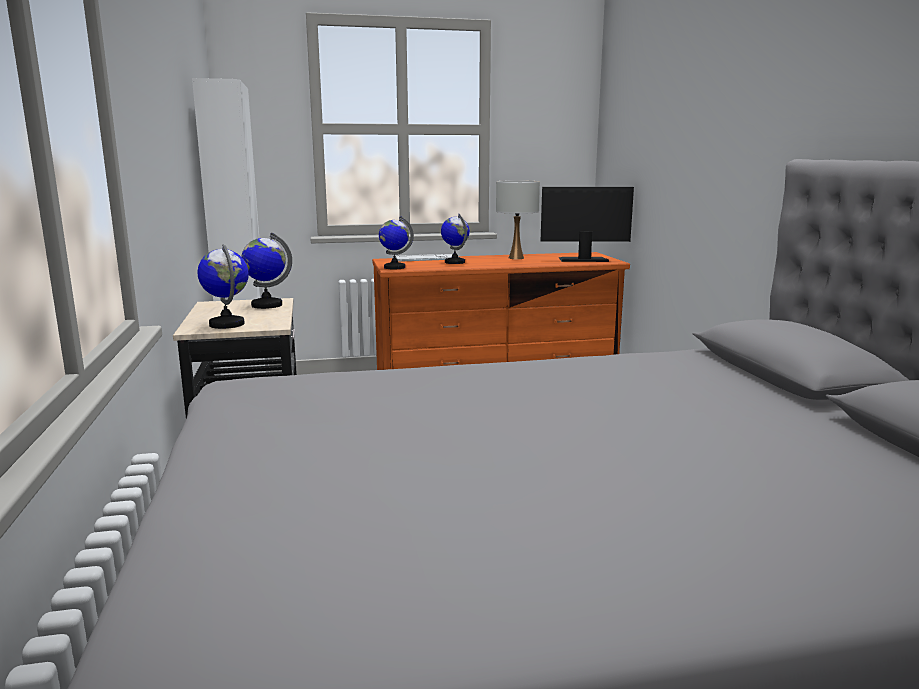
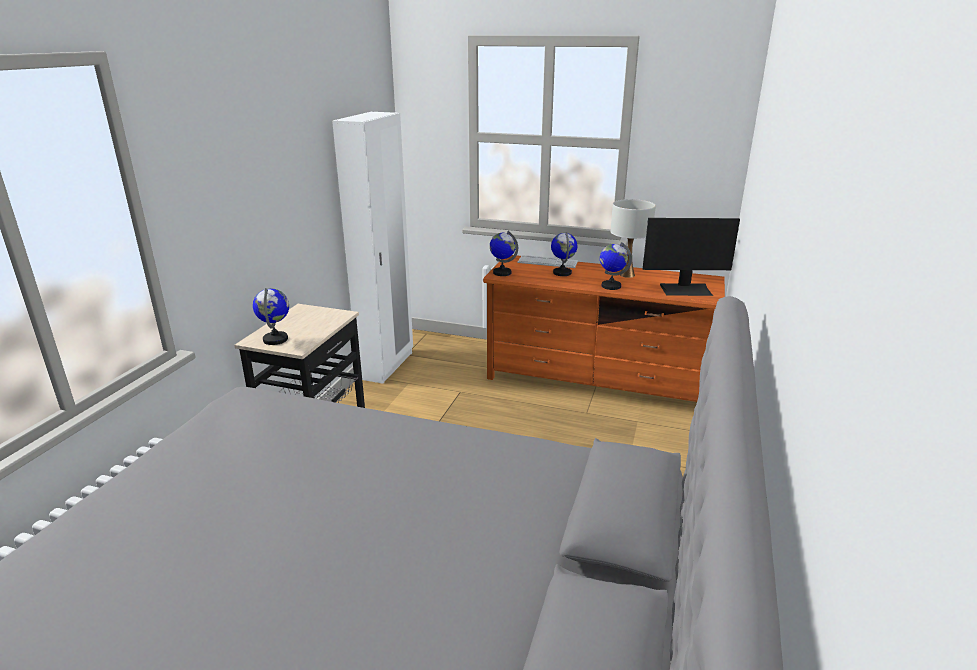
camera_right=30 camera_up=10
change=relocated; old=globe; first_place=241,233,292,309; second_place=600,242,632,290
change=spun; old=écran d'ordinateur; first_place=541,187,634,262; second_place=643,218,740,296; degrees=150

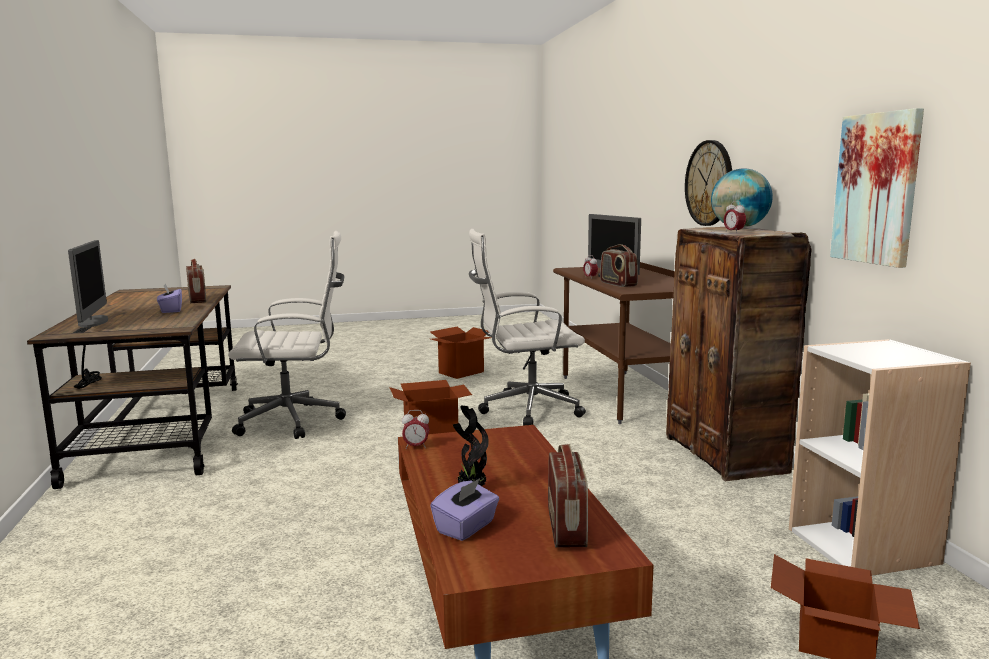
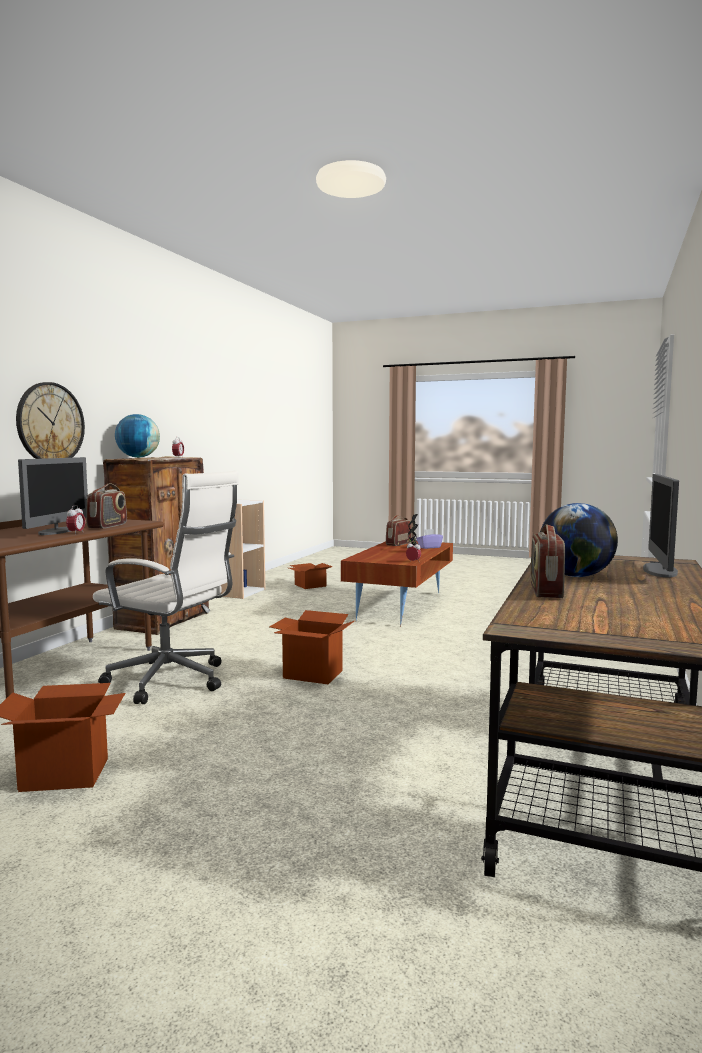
camera_right=-145 camera_up=-5
change=exchanged; old=boîte à mouchoirs/violet; new=globe; first_place=157,283,182,313; second_place=540,503,618,577
change=missing; old=chaise de bureau/blanc; first_place=228,231,346,439
change=missing; old=tableau; first_place=830,108,924,268

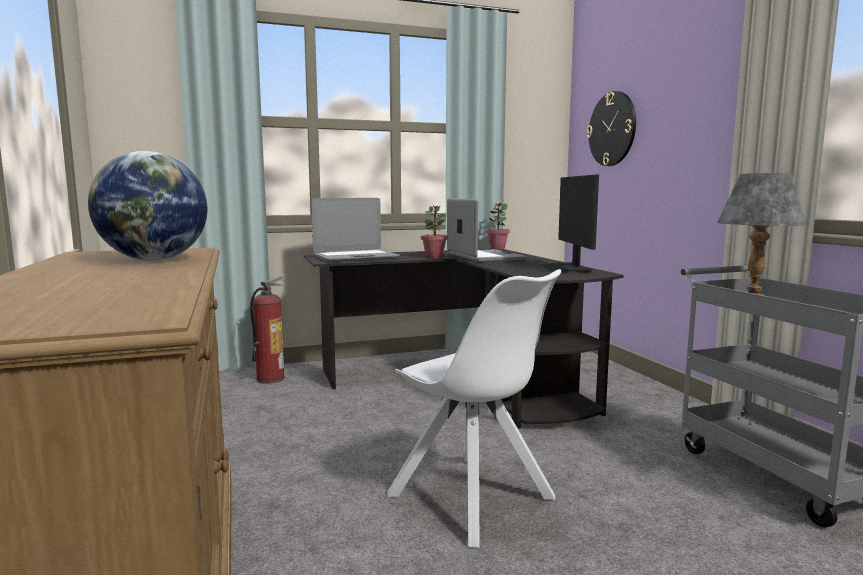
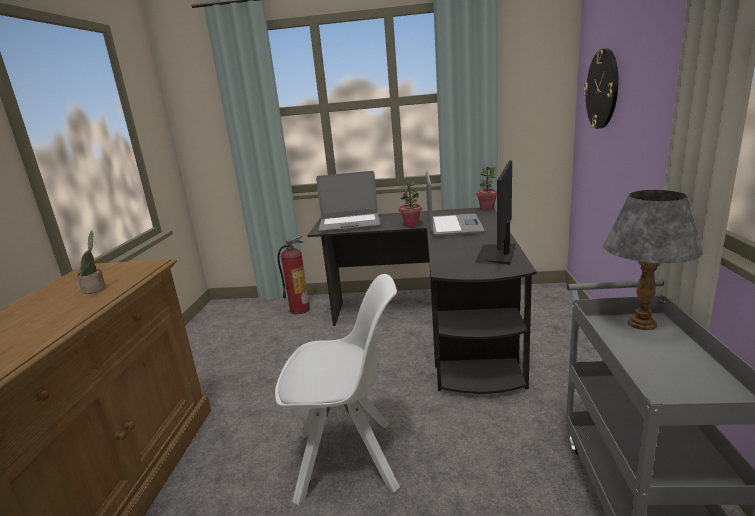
camera_right=25 camera_up=10
change=exchanged; old=globe; new=plante en pot; first_place=88,151,207,261; second_place=77,231,106,294
change=spun; old=chaise/blanc; first_place=388,269,561,548; second_place=275,274,400,505; degrees=-75

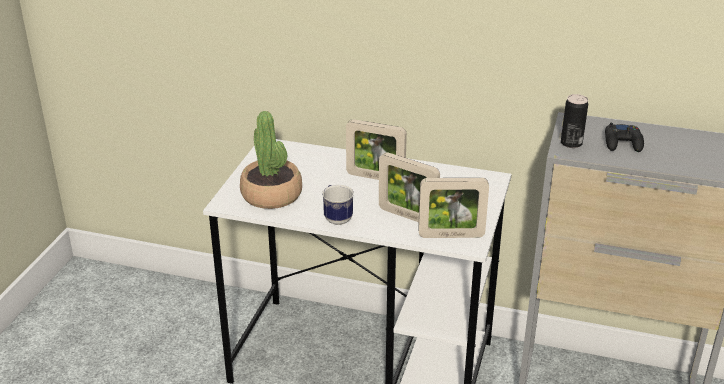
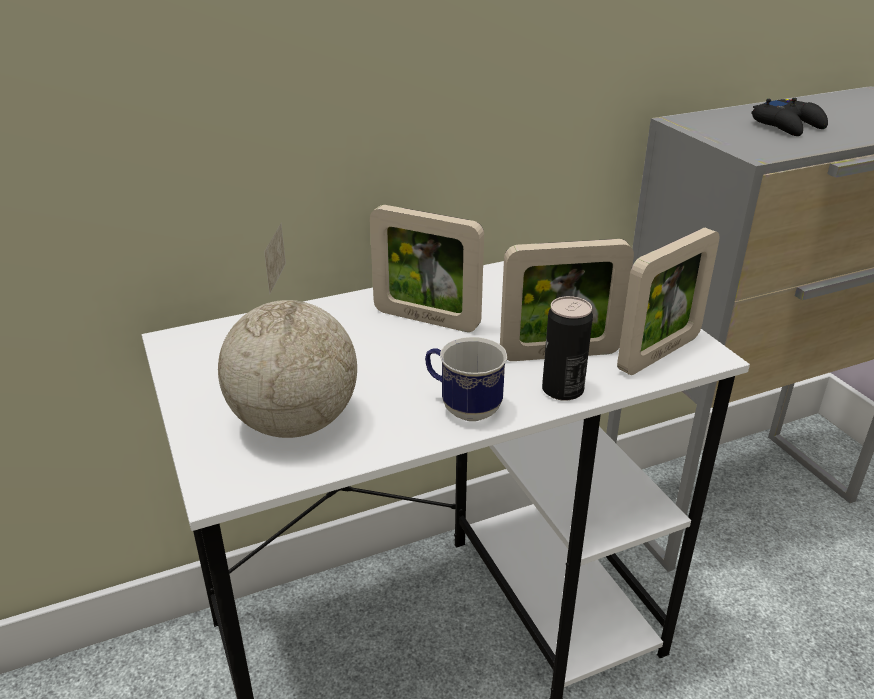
camera_right=-40 camera_up=0
change=exchanged; old=plante en pot; new=globe; first_place=240,111,302,209; second_place=218,224,357,438
change=spun; old=cadre photo; first_place=346,119,407,180; second_place=370,205,484,332; degrees=45
change=relocated; old=boîte métallique; first_place=561,94,588,148; second_place=542,296,593,401

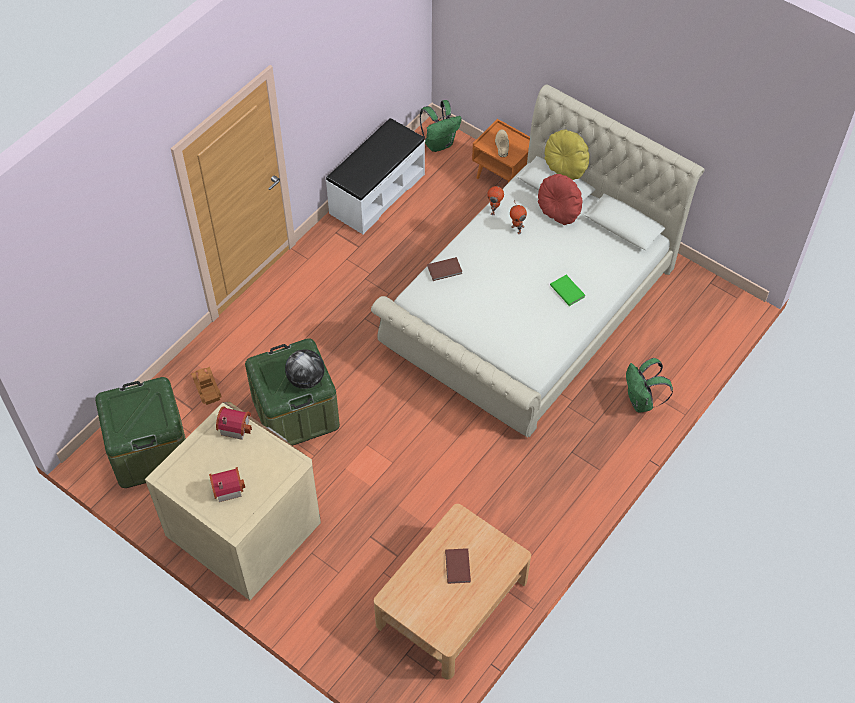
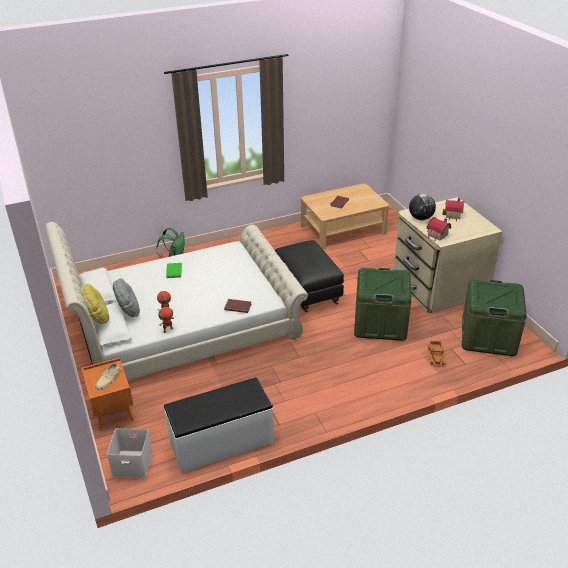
camera_right=-150 camera_up=-20
change=exchanged; old=sac à dos/vert; new=boîte de rangement/blanc; first_place=420,100,462,152; second_place=107,428,153,479
change=colour; old=coussin/rouge; new=coussin/gris; first_place=538,174,582,225; second_place=113,278,140,317
change=appeared; new=pouf/noir; second_place=275,240,344,313
change=relocated; old=globe; first_place=285,349,324,389; second_place=409,194,436,220

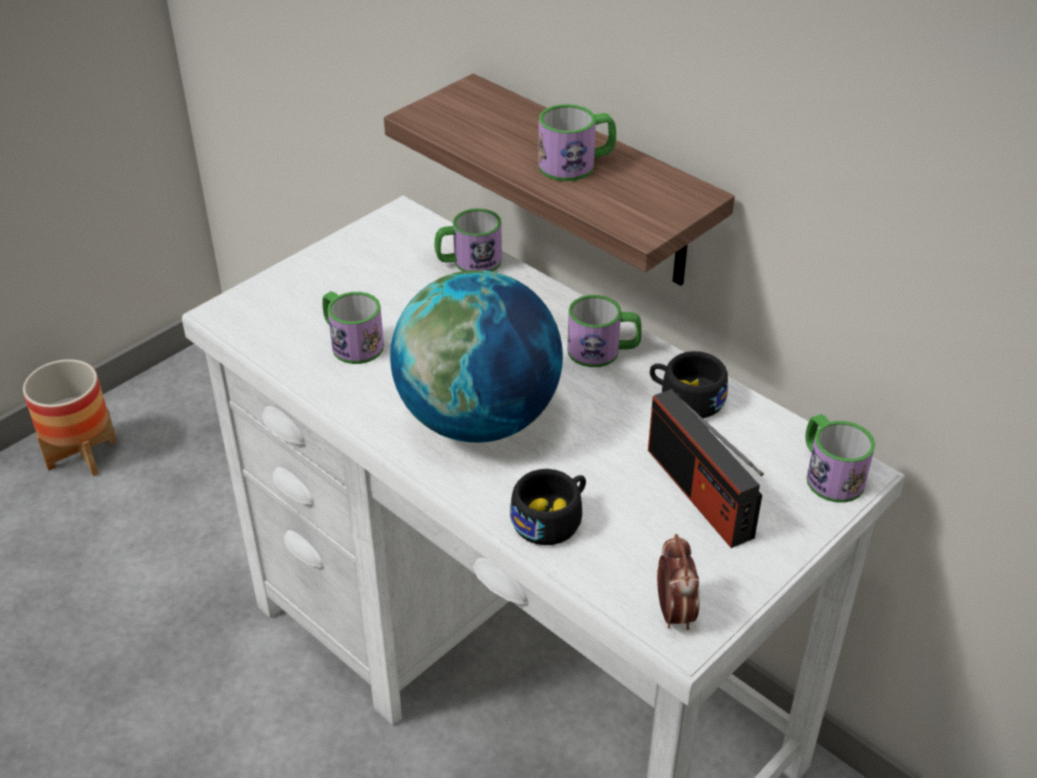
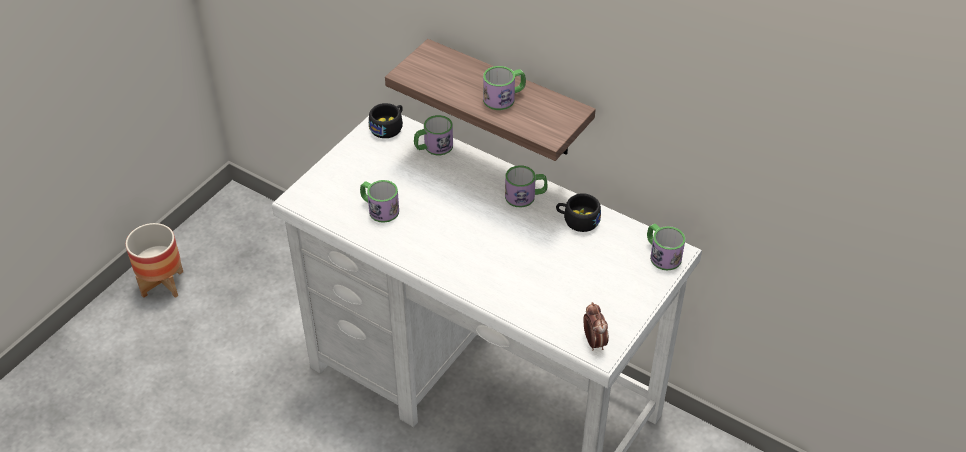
camera_right=-10 camera_up=5
change=relocated; old=tasse/noir; first_place=510,469,586,545; second_place=369,103,403,138
change=missing; old=globe; first_place=390,270,563,443
change=missing; old=radio; first_place=648,389,764,548

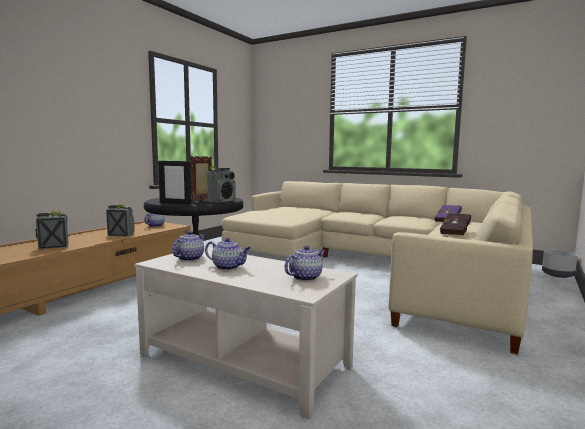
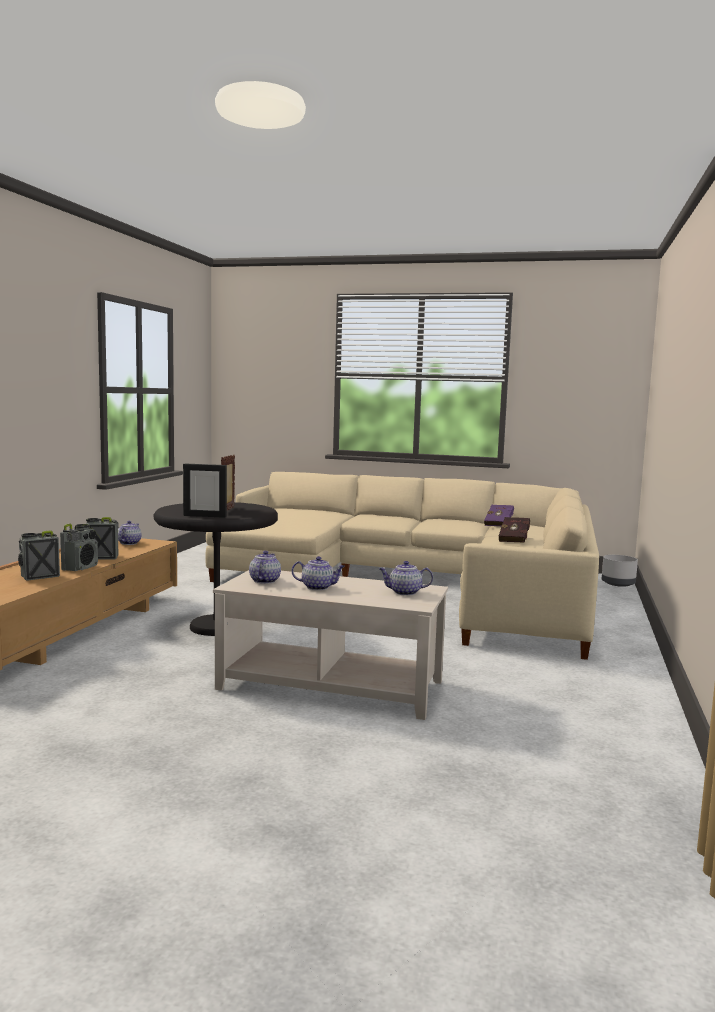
camera_right=-15 camera_up=0
change=relocated; old=radio; first_place=207,166,236,203; second_place=60,524,98,571
change=spun; old=théière; first_place=284,245,325,281; second_place=379,561,433,596; degrees=-120

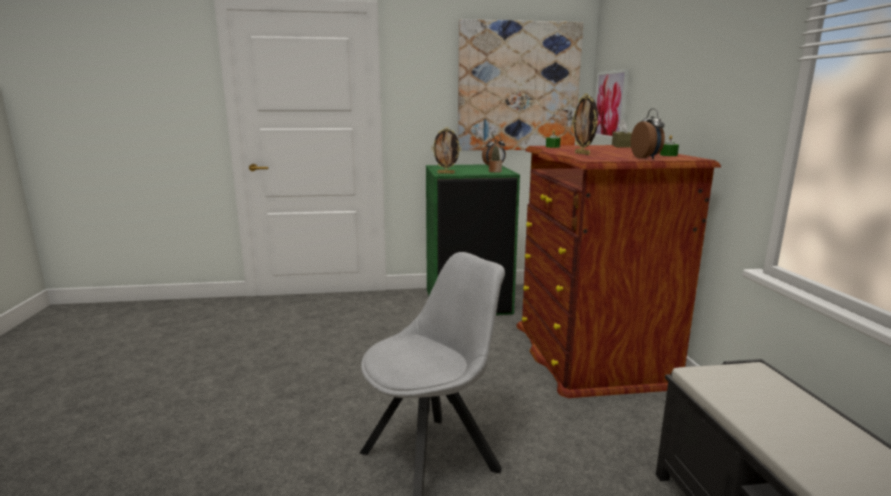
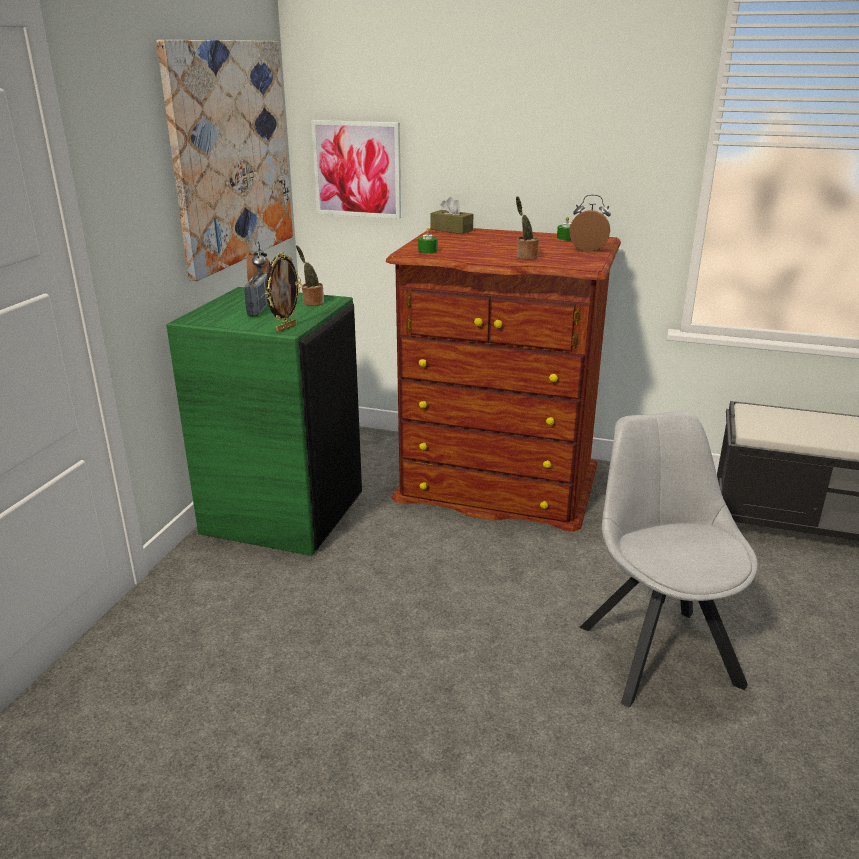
camera_right=-65 camera_up=10
change=appeared; new=radio; second_place=244,272,268,316
change=exchanged; old=cadre photo; new=plante en pot; first_place=572,93,598,155; second_place=516,196,539,260

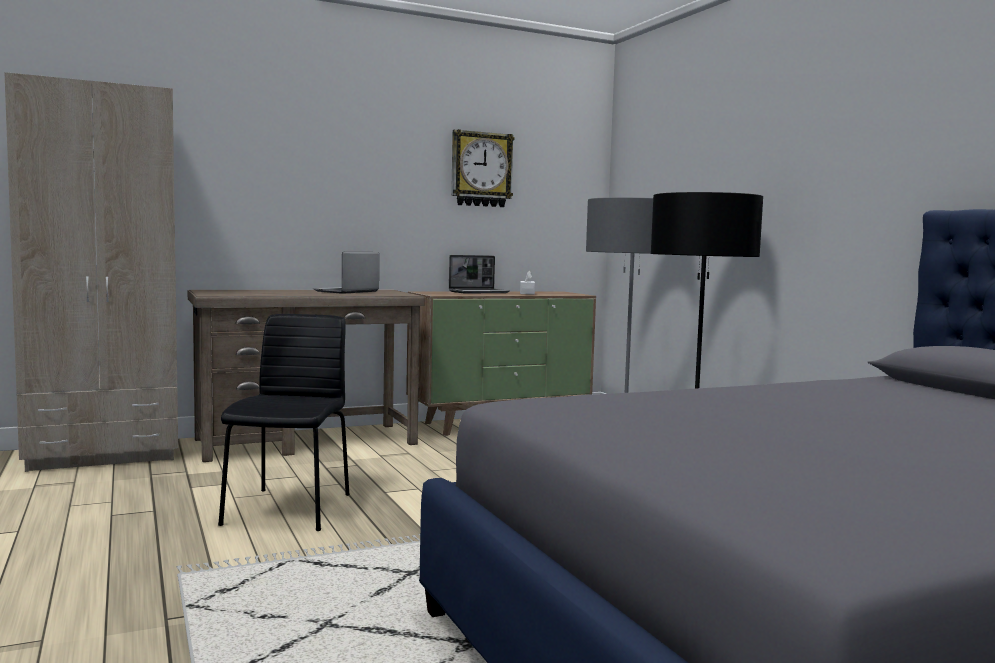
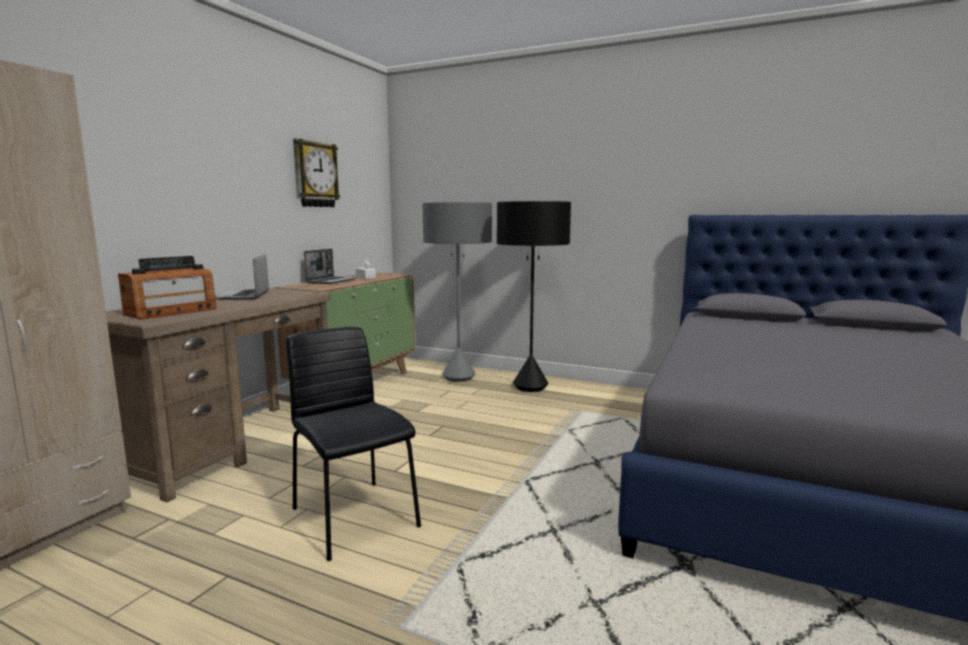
camera_right=-40 camera_up=5
change=appeared; new=radio; second_place=118,256,217,319

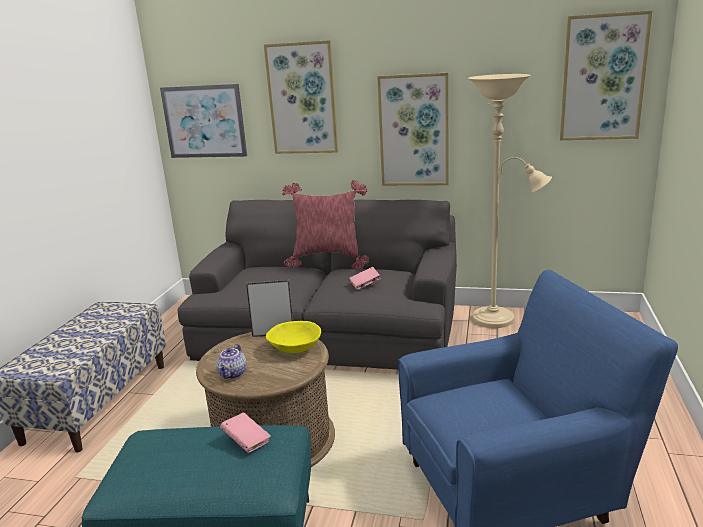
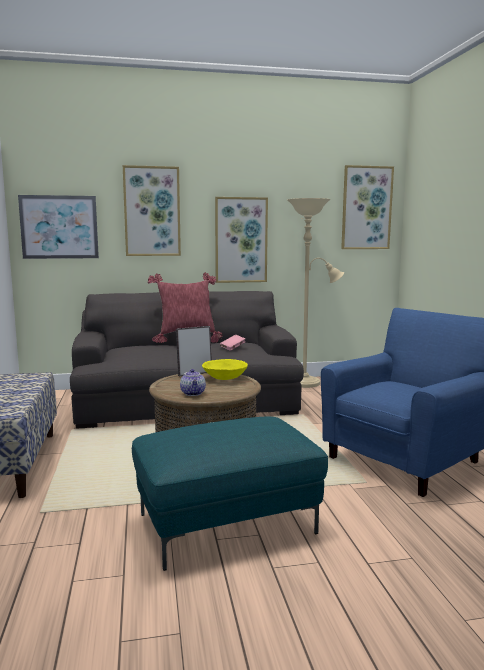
camera_right=-25 camera_up=-10
change=missing; old=livre/rose; first_place=220,412,271,453

